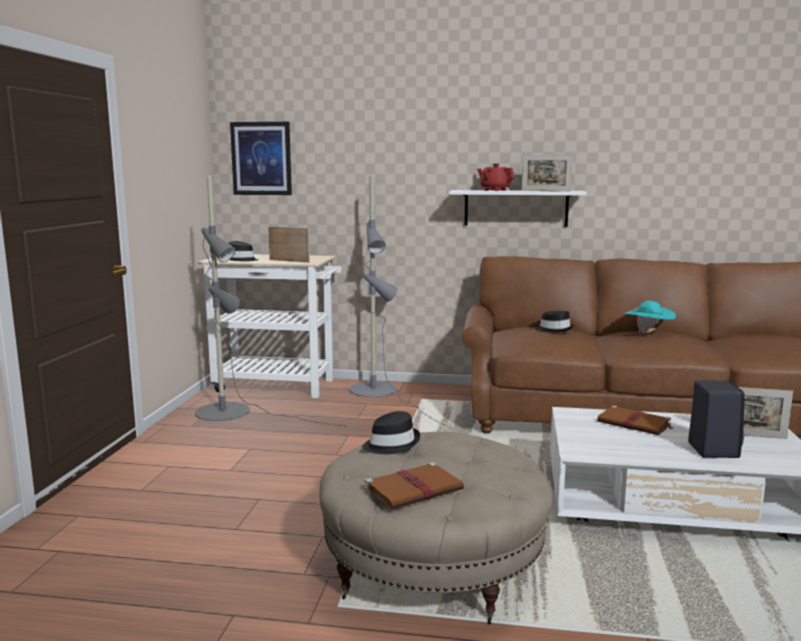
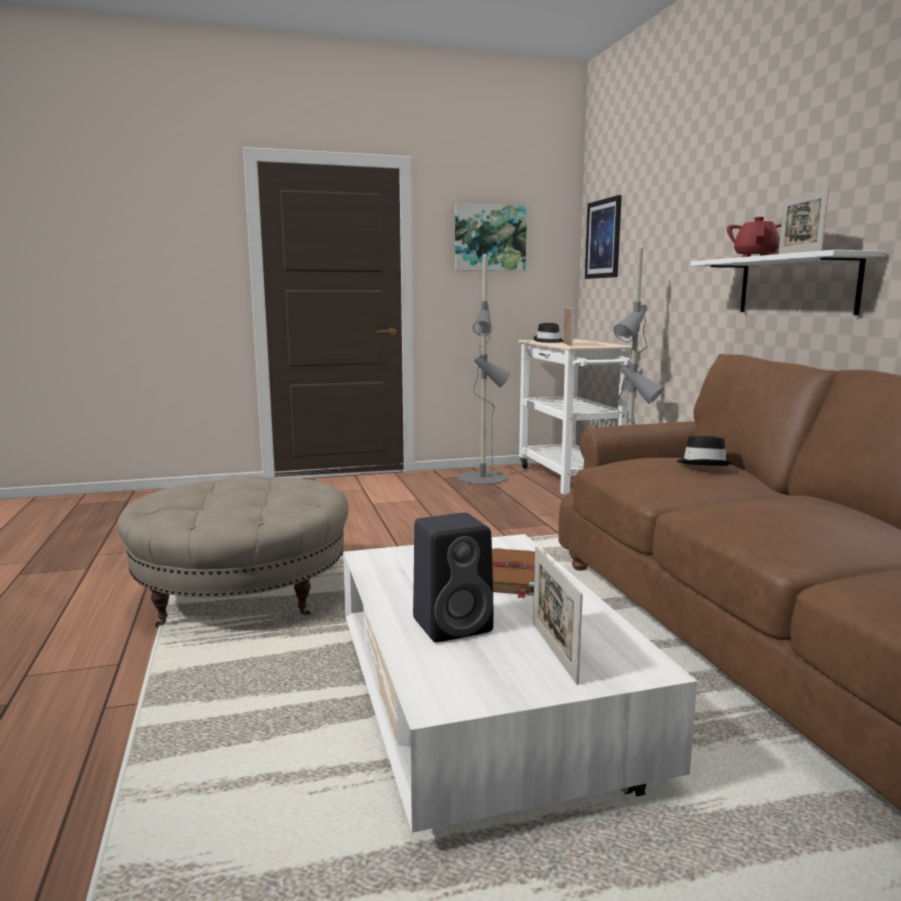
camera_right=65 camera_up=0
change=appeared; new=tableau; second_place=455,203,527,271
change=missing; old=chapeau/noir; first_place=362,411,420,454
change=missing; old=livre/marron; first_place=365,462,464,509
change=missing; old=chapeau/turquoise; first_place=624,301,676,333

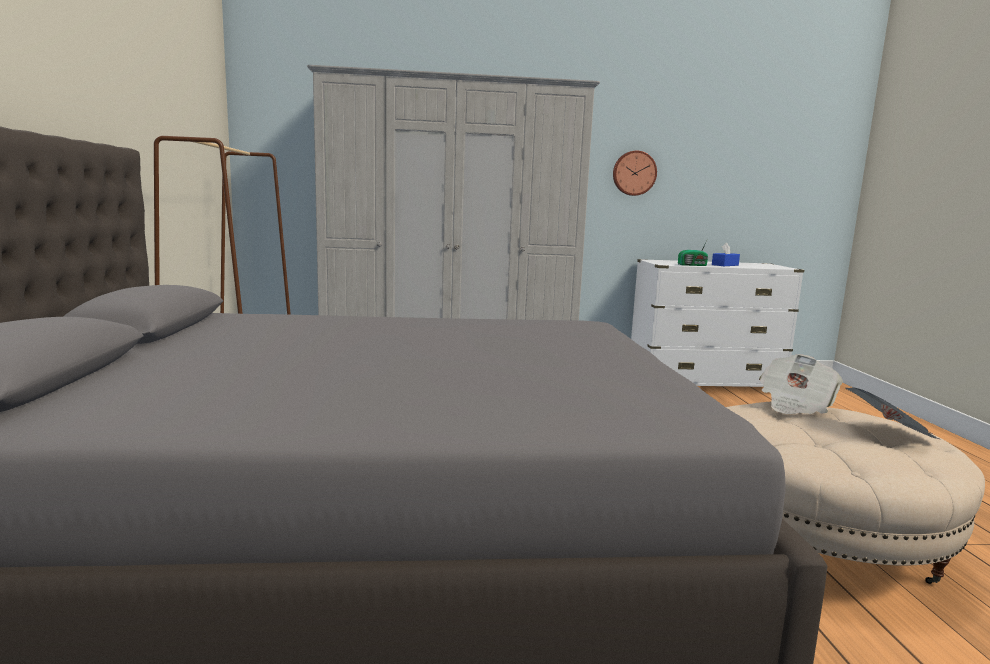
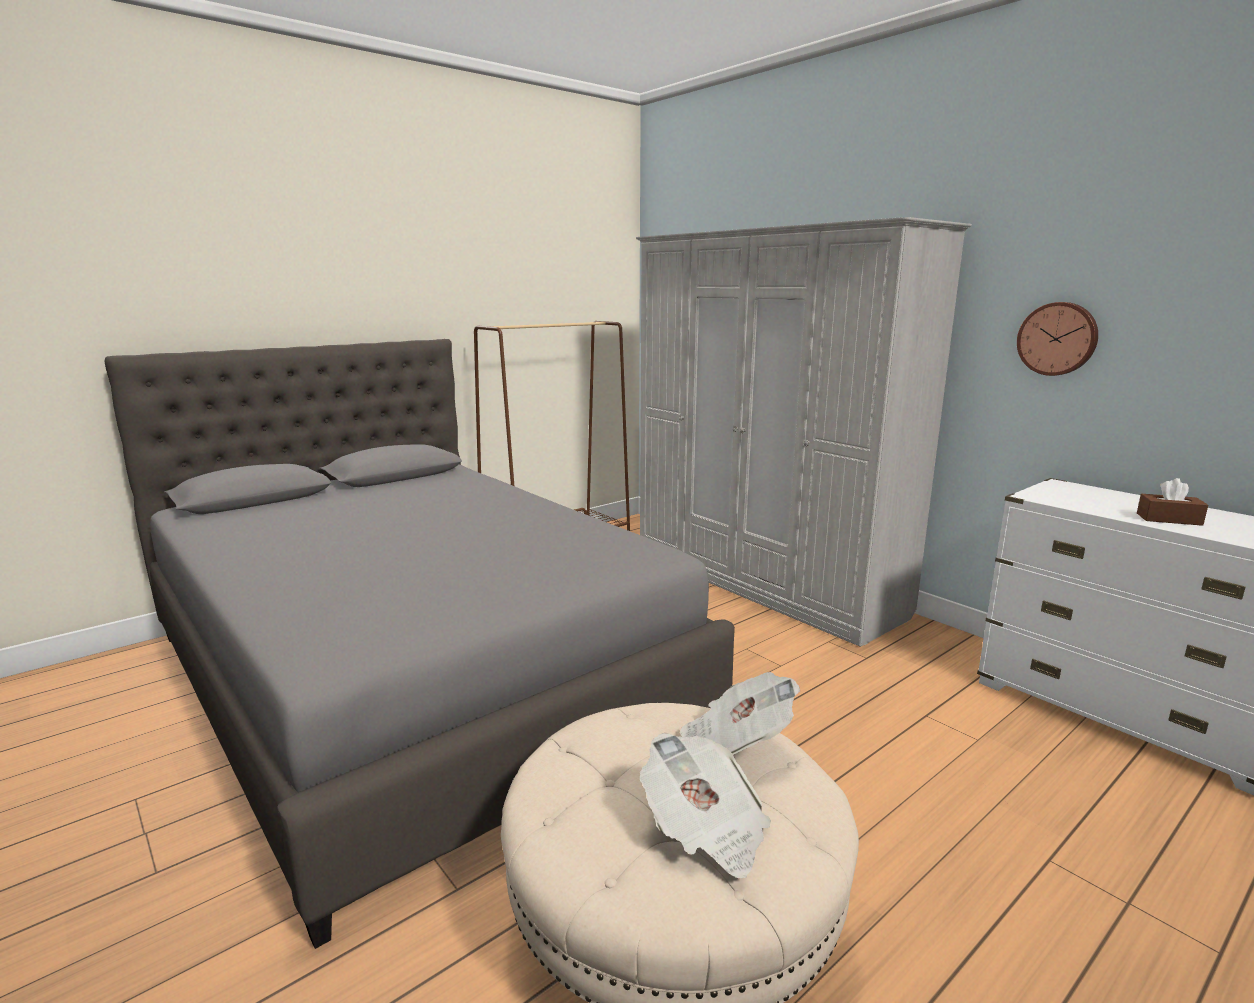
camera_right=55 camera_up=5
change=colour; old=boîte à mouchoirs/bleu; new=boîte à mouchoirs/marron; first_place=712,243,740,266; second_place=1137,478,1208,526
change=missing; old=radio; first_place=678,238,708,266

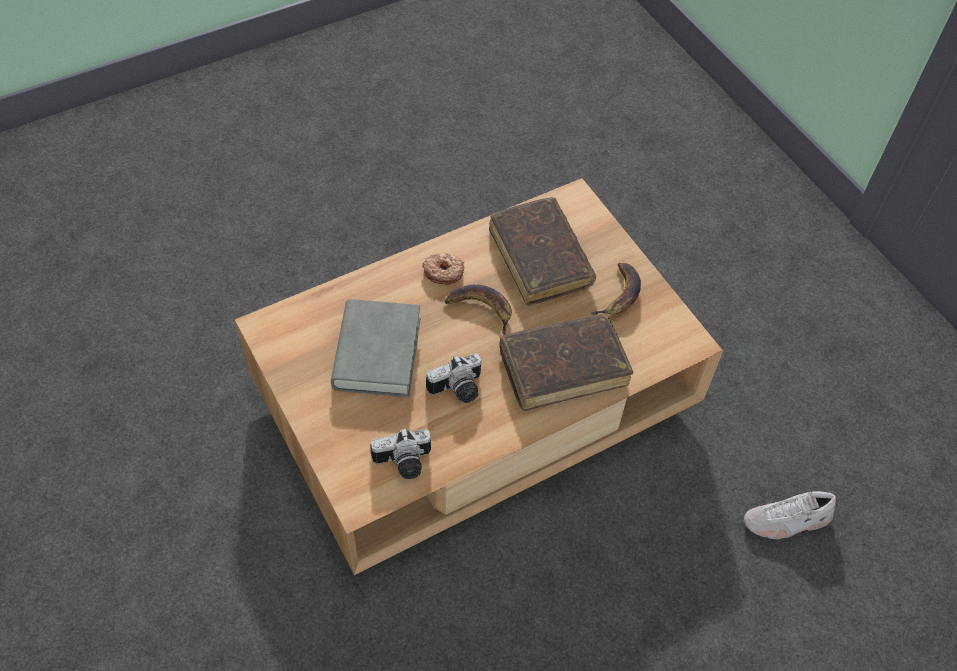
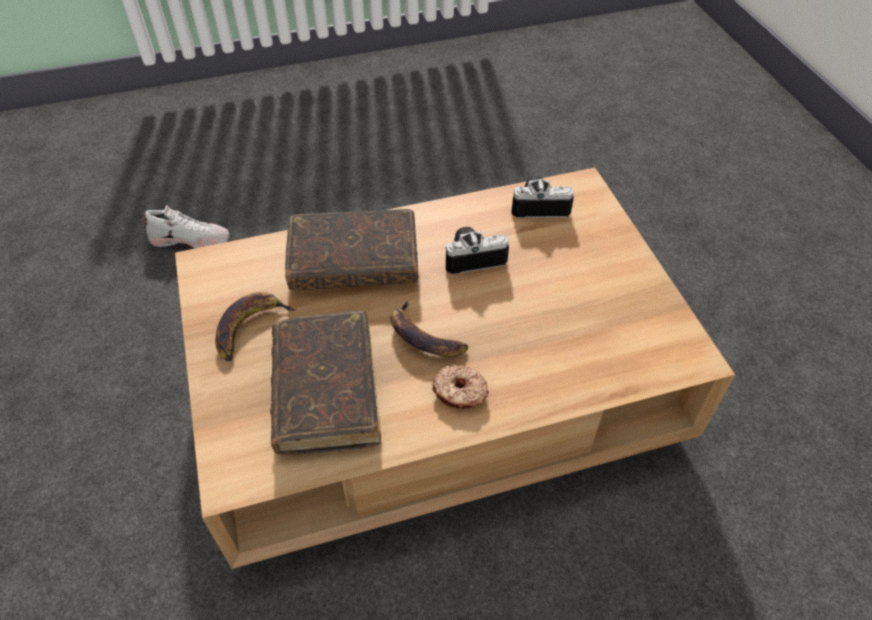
camera_right=-165 camera_up=-5
change=missing; old=livre/gris; first_place=331,299,421,397

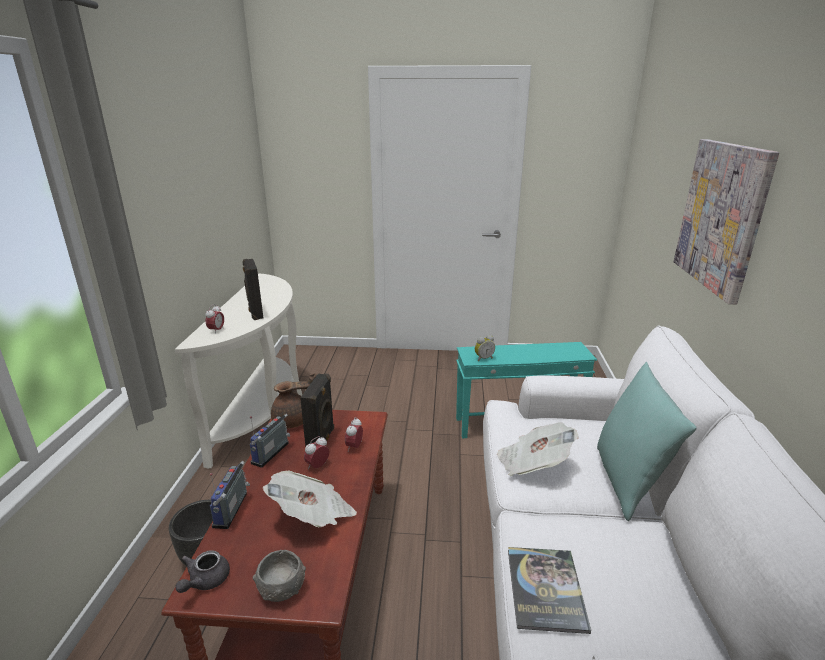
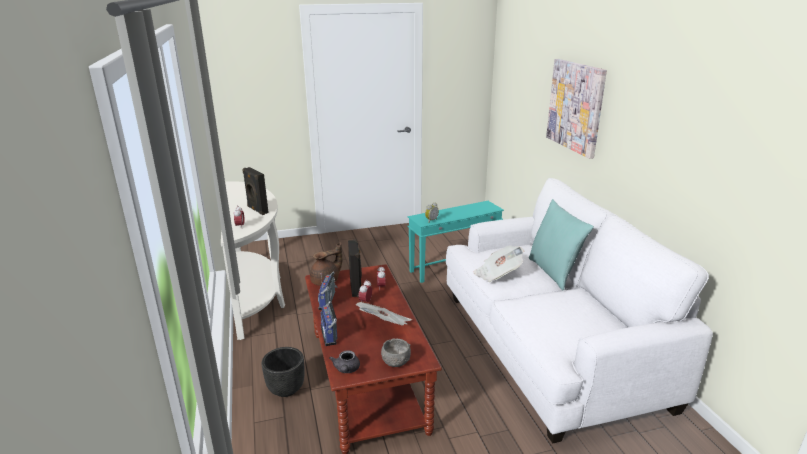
camera_right=-20 camera_up=0
change=missing; old=livre; first_place=508,547,591,634

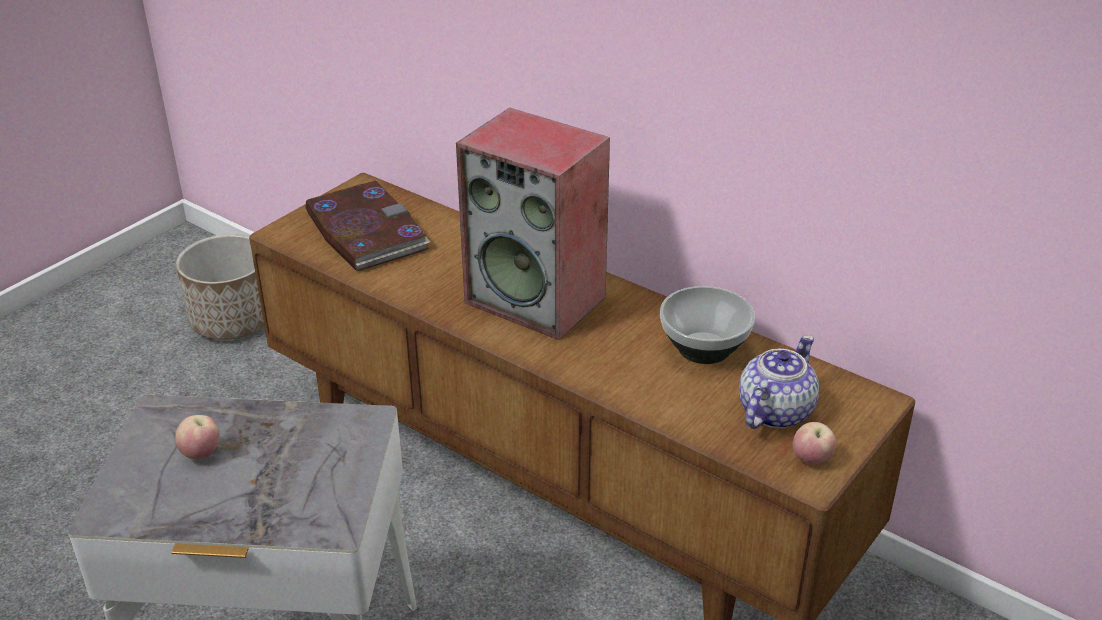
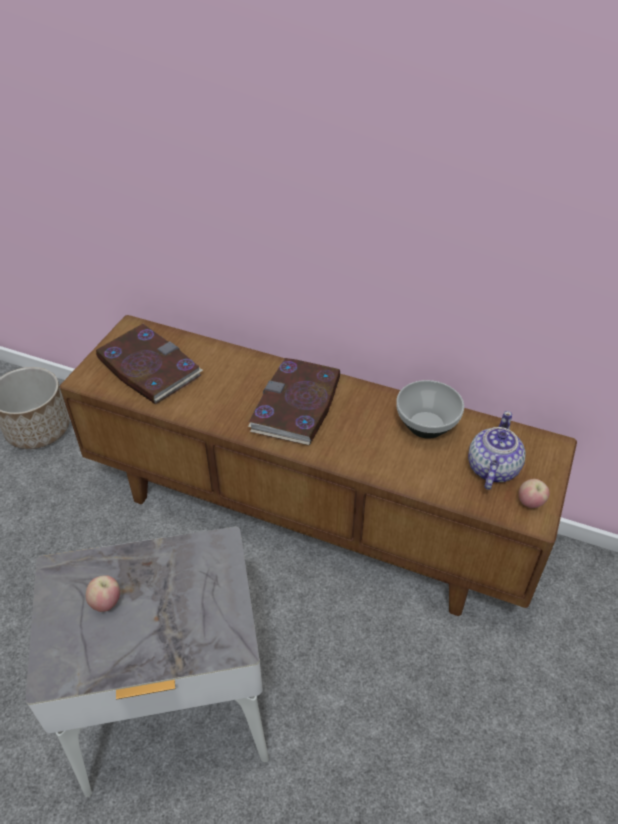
camera_right=-15 camera_up=10
change=exchanged; old=enceinte; new=livre; first_place=456,108,610,340; second_place=248,358,340,446

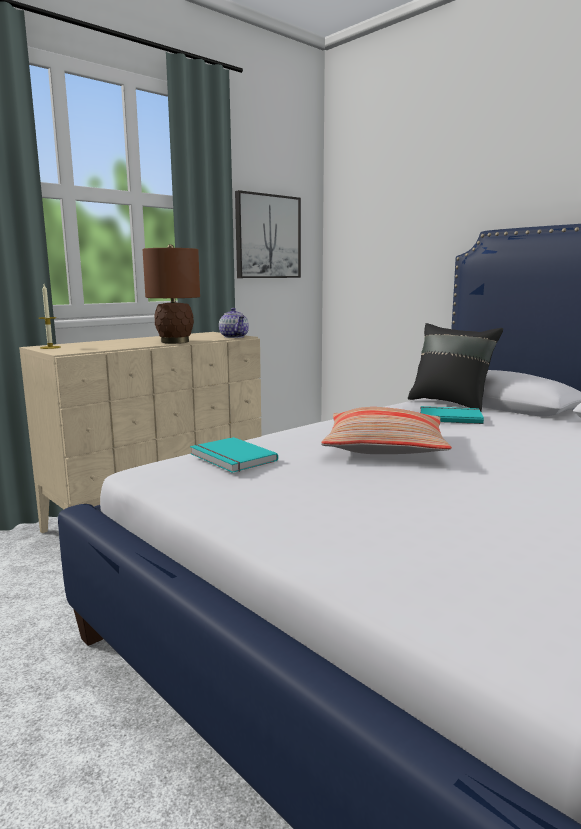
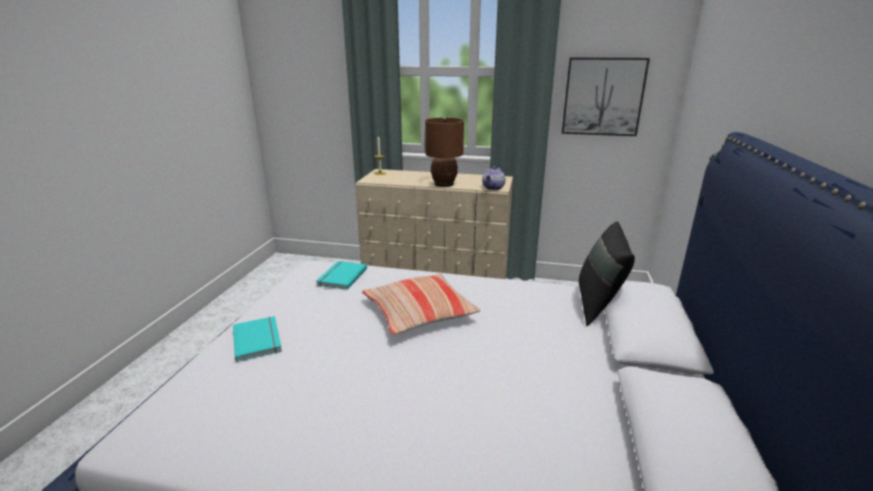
camera_right=55 camera_up=10
change=relocated; old=livre/turquoise; first_place=420,406,484,424; second_place=233,316,282,362

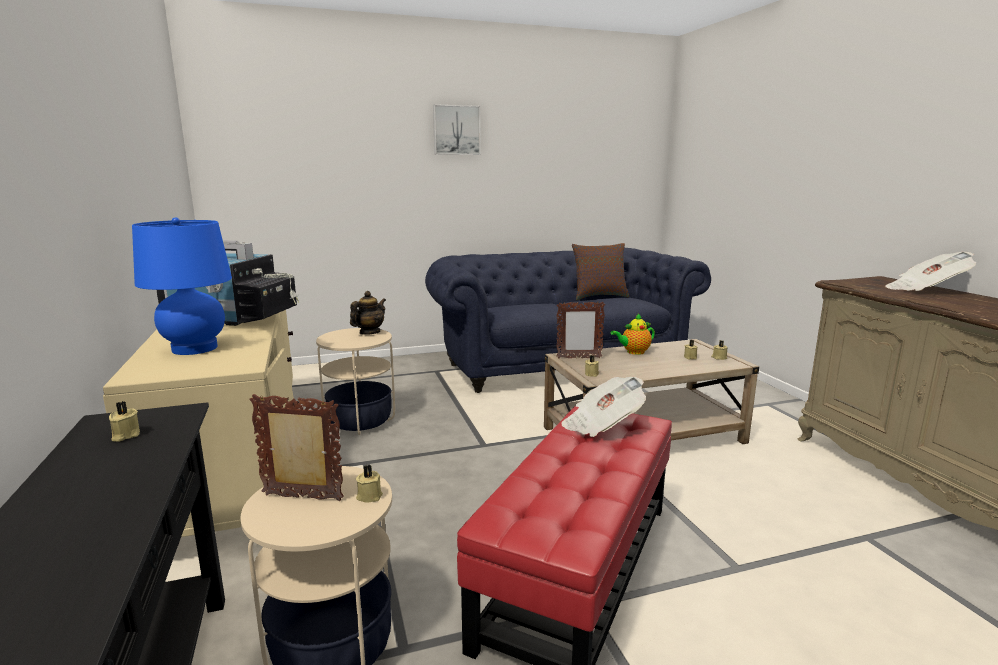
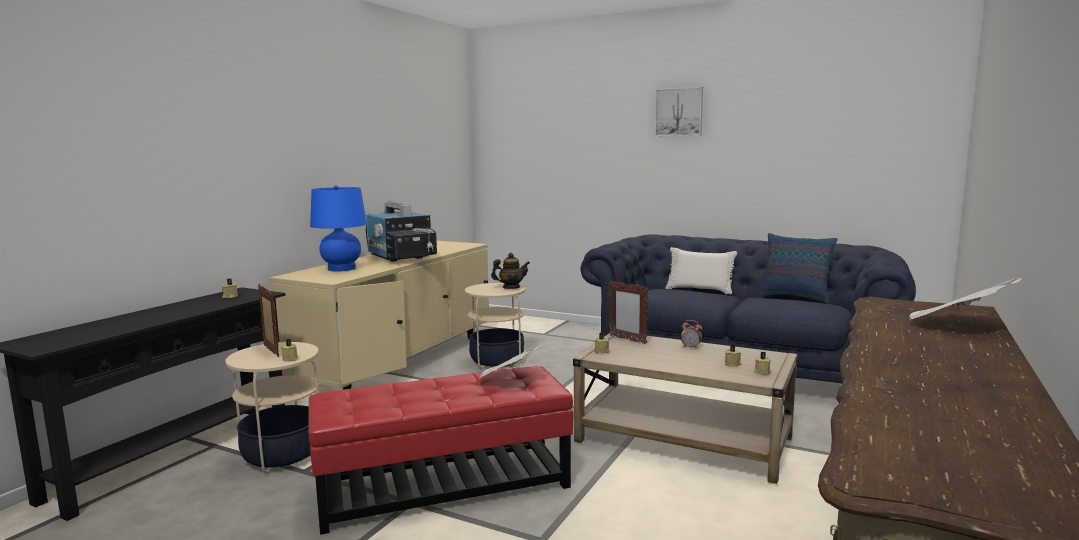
camera_right=45 camera_up=-5
change=appeared; new=coussin/blanc; second_place=665,247,737,295
change=exchanged; old=théière; new=réveil; first_place=611,314,655,355; second_place=681,320,702,349
change=colour; old=coussin/marron; new=coussin/bleu; first_place=572,243,629,300; second_place=759,233,838,304

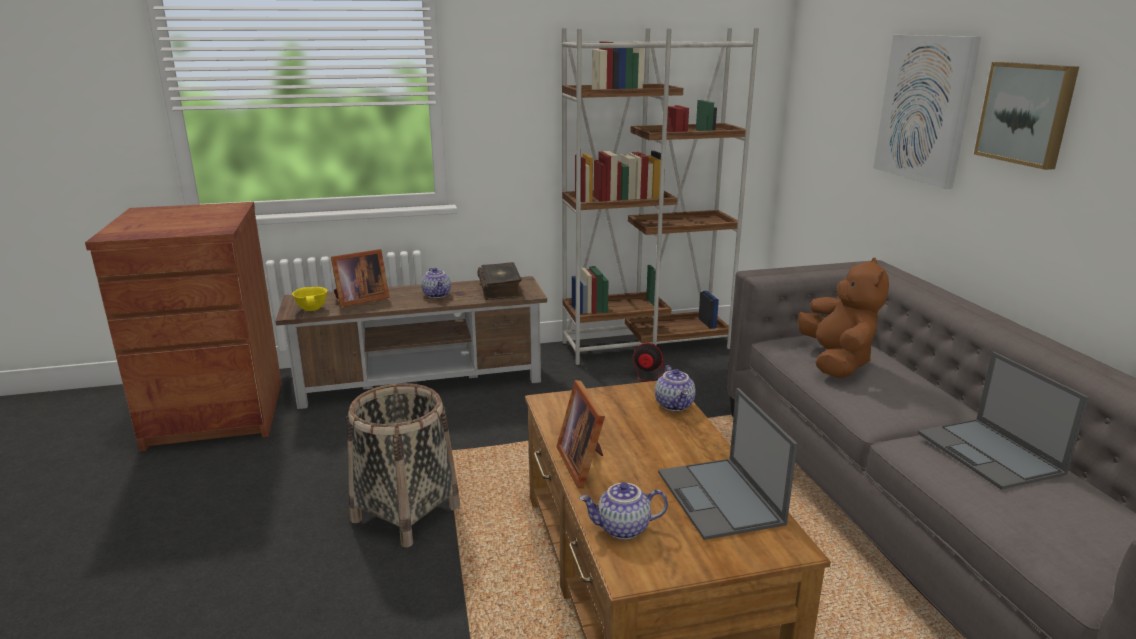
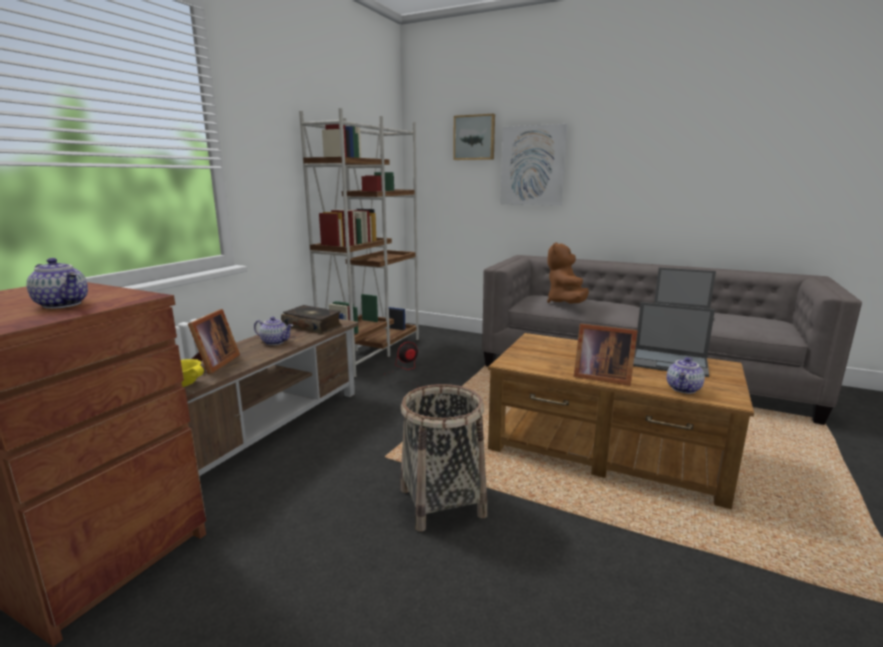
camera_right=-50 camera_up=-5
change=relocated; old=théière; first_place=655,365,696,411; second_place=27,258,88,309
change=relocated; old=tableau; first_place=974,62,1079,170; second_place=453,114,495,160
change=spun; old=peluche/marron; first_place=798,257,889,378; second_place=547,242,589,304; degrees=-120

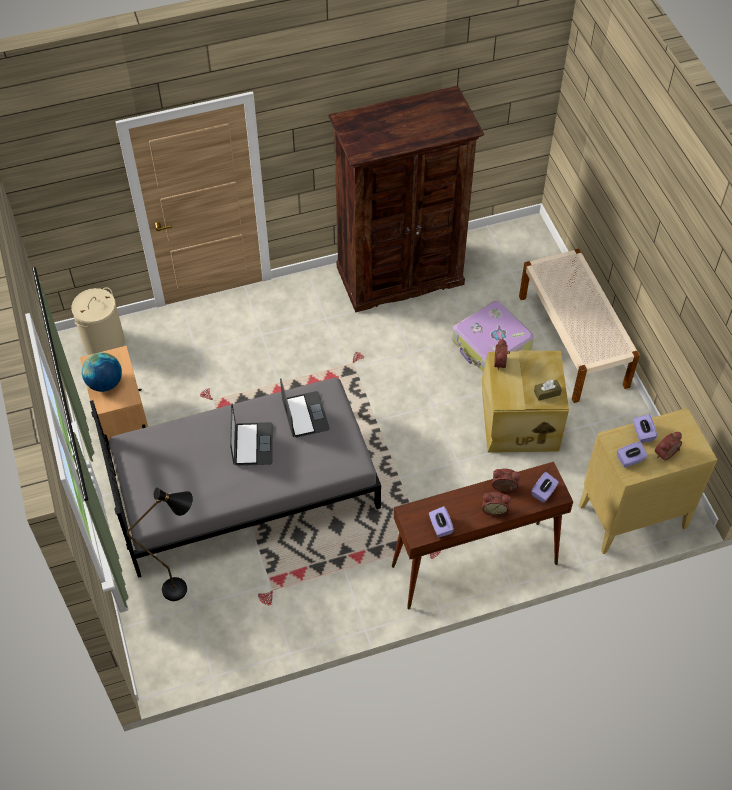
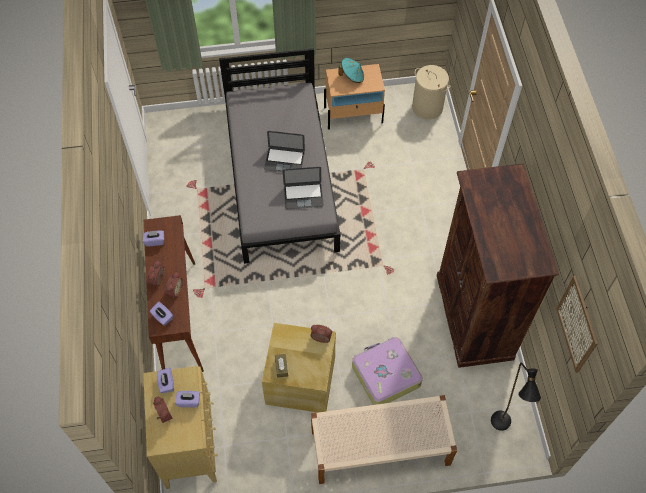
camera_right=100 camera_up=5
change=exchanged; old=globe; new=chapeau/turquoise; first_place=82,352,122,392; second_place=338,58,364,83
change=relocated; old=lampadaire/noir; first_place=127,488,193,601; second_place=491,363,541,431
change=appeared; new=tableau; second_place=556,276,598,373

